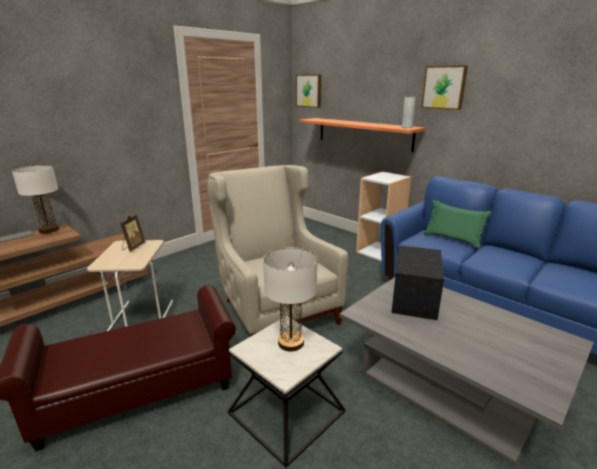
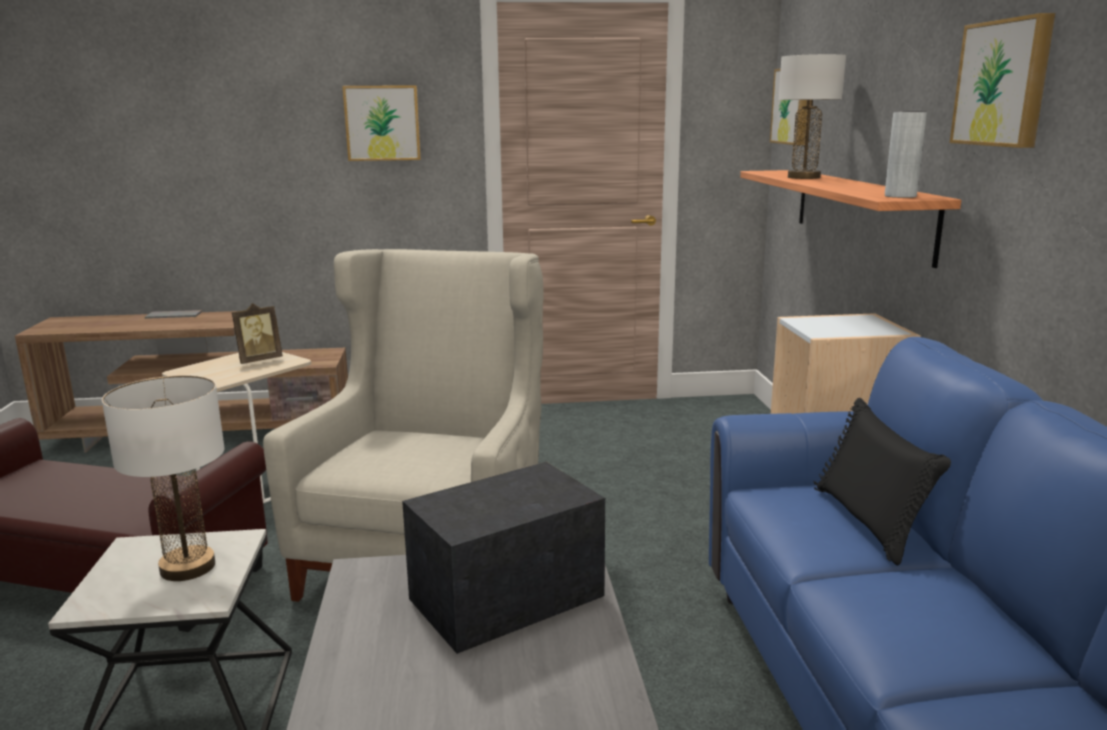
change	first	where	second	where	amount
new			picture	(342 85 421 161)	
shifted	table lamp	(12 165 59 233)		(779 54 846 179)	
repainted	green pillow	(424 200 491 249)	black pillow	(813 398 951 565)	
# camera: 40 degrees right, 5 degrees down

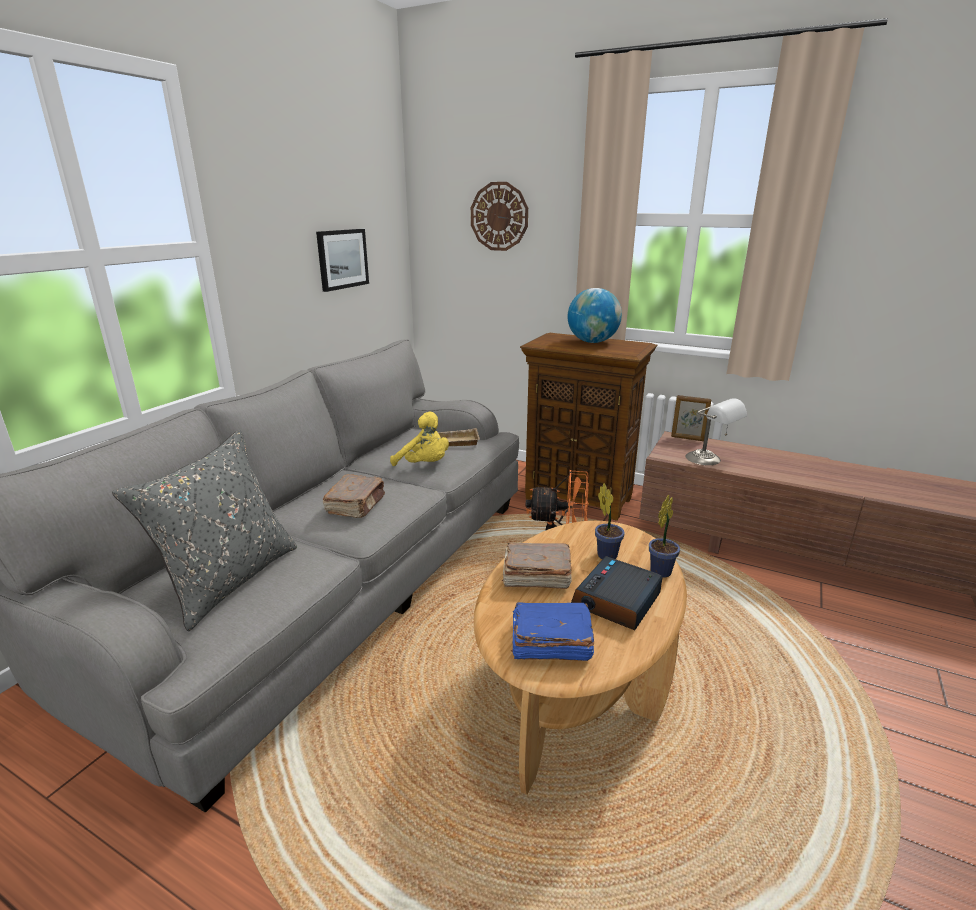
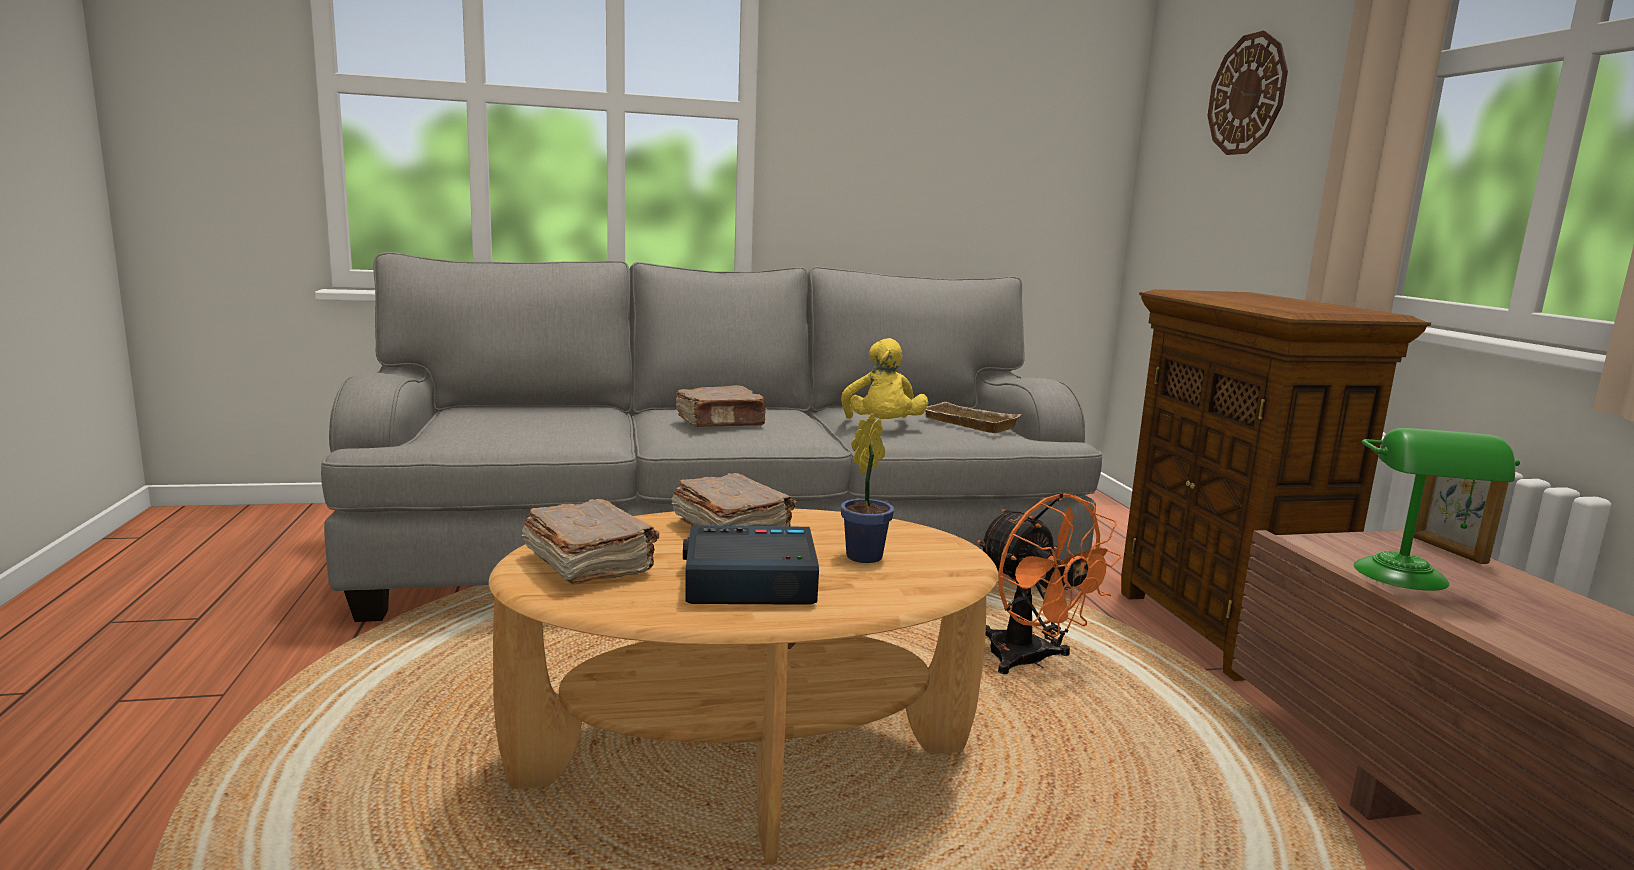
change	first	where	second	where	amount
repainted	blue book	(511 602 594 661)	brown book	(522 499 659 584)	
repainted	white table lamp	(685 398 747 465)	green table lamp	(1354 428 1520 591)	
gone	grey pillow	(112 430 297 631)			
gone	picture	(316 229 369 292)			
gone	globe	(568 288 622 343)			
gone	potted plant	(649 495 680 578)			
# camera: 50 degrees right, 10 degrees down

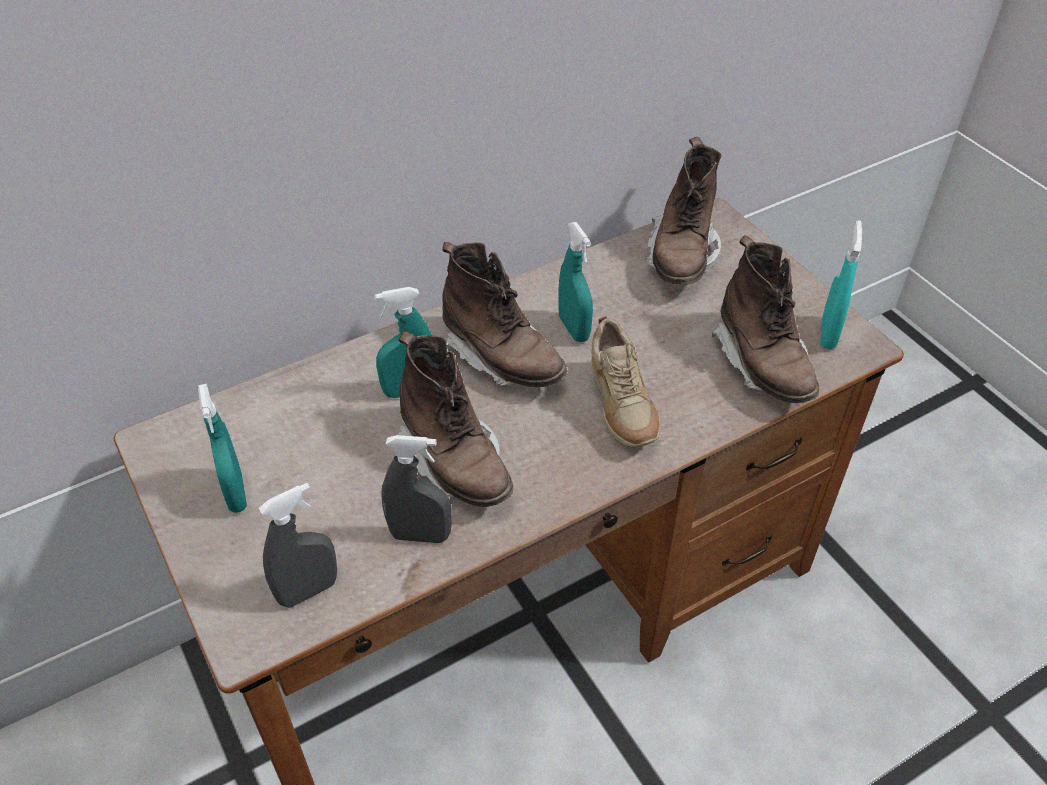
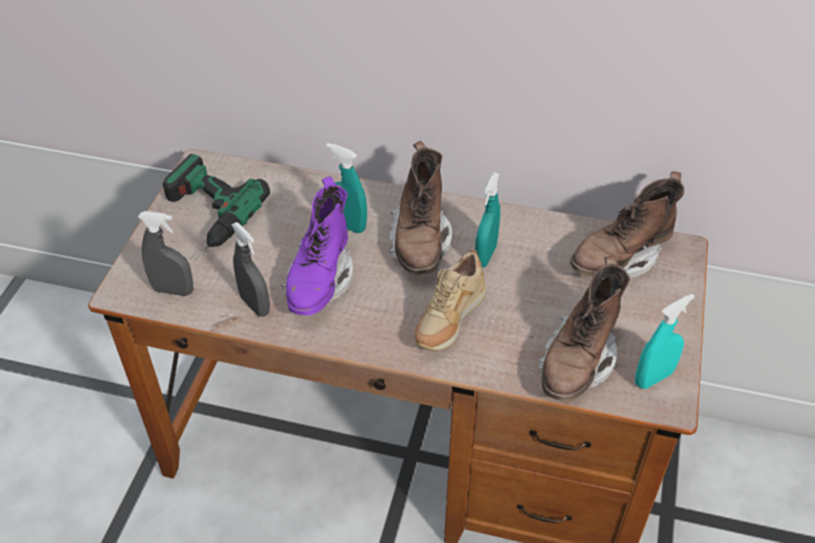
change	first	where	second	where	amount
swapped	turquoise spray bottle	(198 383 247 513)	power drill	(163 154 270 260)	
repainted	brown boot	(398 331 513 507)	purple boot	(282 176 353 316)	
# camera: 45 degrees right, 0 degrees up

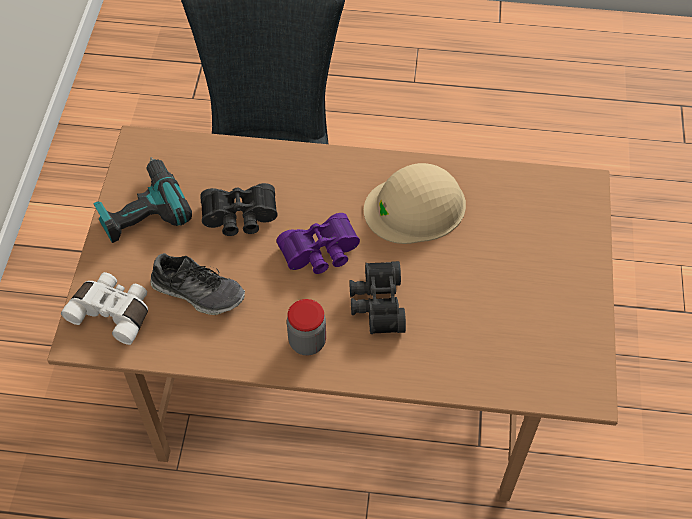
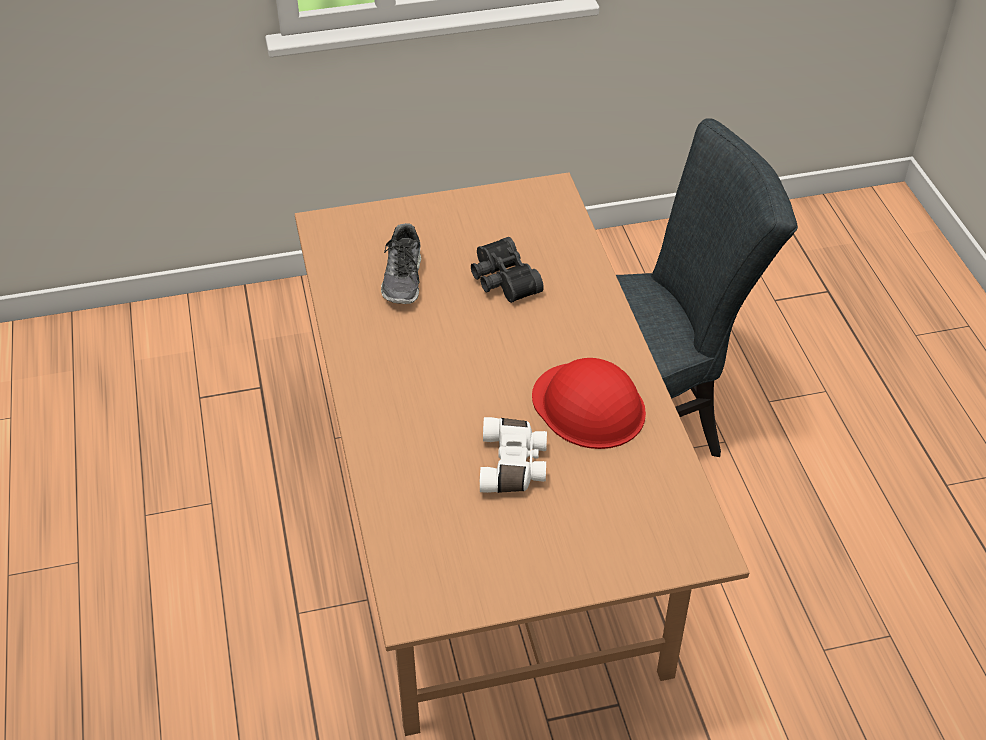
change	first	where	second	where	amount
shifted	white binoculars	(61 272 148 345)		(480 417 547 493)	
repainted	beige hard hat	(364 163 466 244)	red hard hat	(532 358 646 449)	
gone	power drill	(93 157 192 243)			
gone	purple binoculars	(276 213 360 274)			
gone	jar	(287 299 326 356)			
gone	black binoculars	(349 261 406 334)			
# camera: 70 degrees right, 10 degrees down

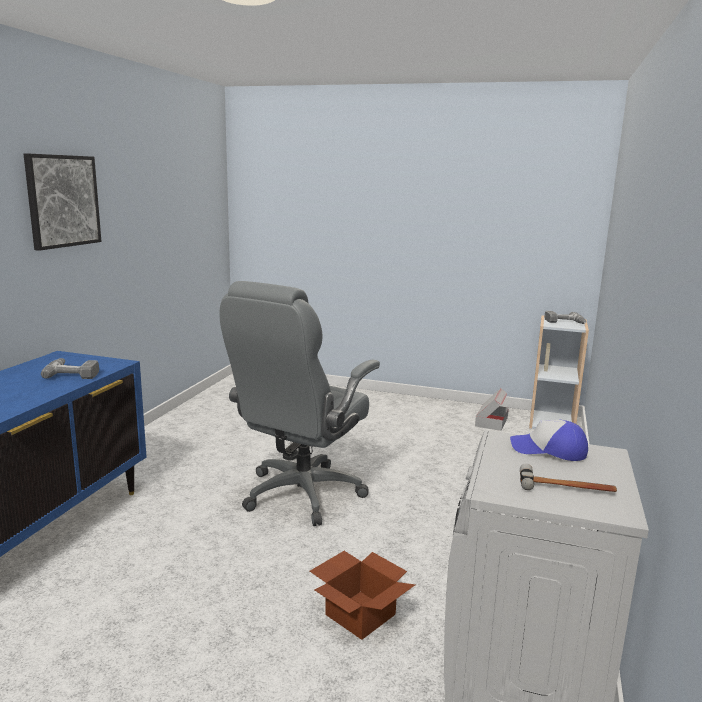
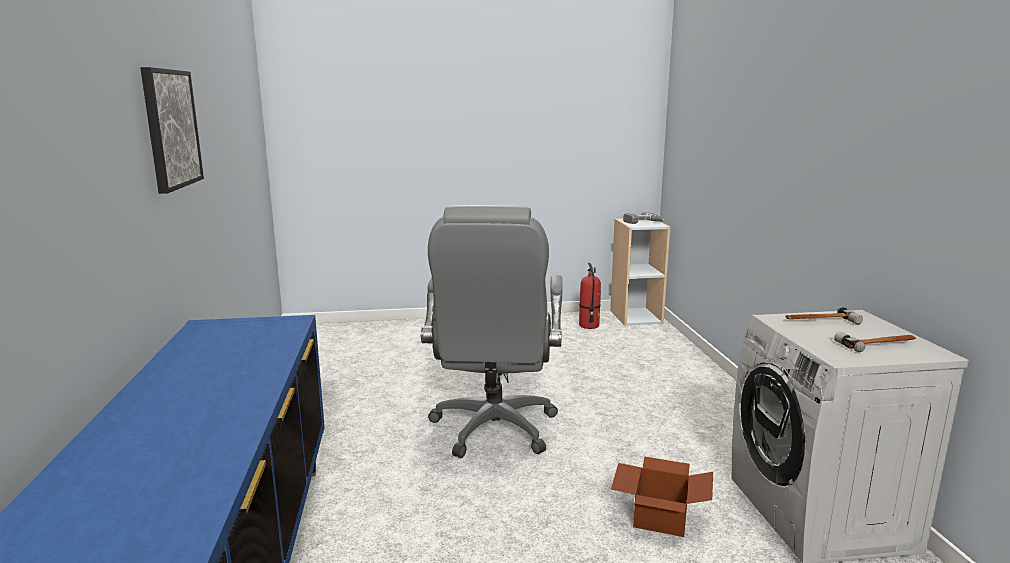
change	first	where	second	where	amount
swapped	cardboard box	(475 388 509 431)	fire extinguisher	(579 263 601 329)	
swapped	cap	(510 420 588 461)	hammer	(785 307 863 325)	
gone	power drill	(41 358 99 379)			
# camera: 25 degrees left, 0 degrees up

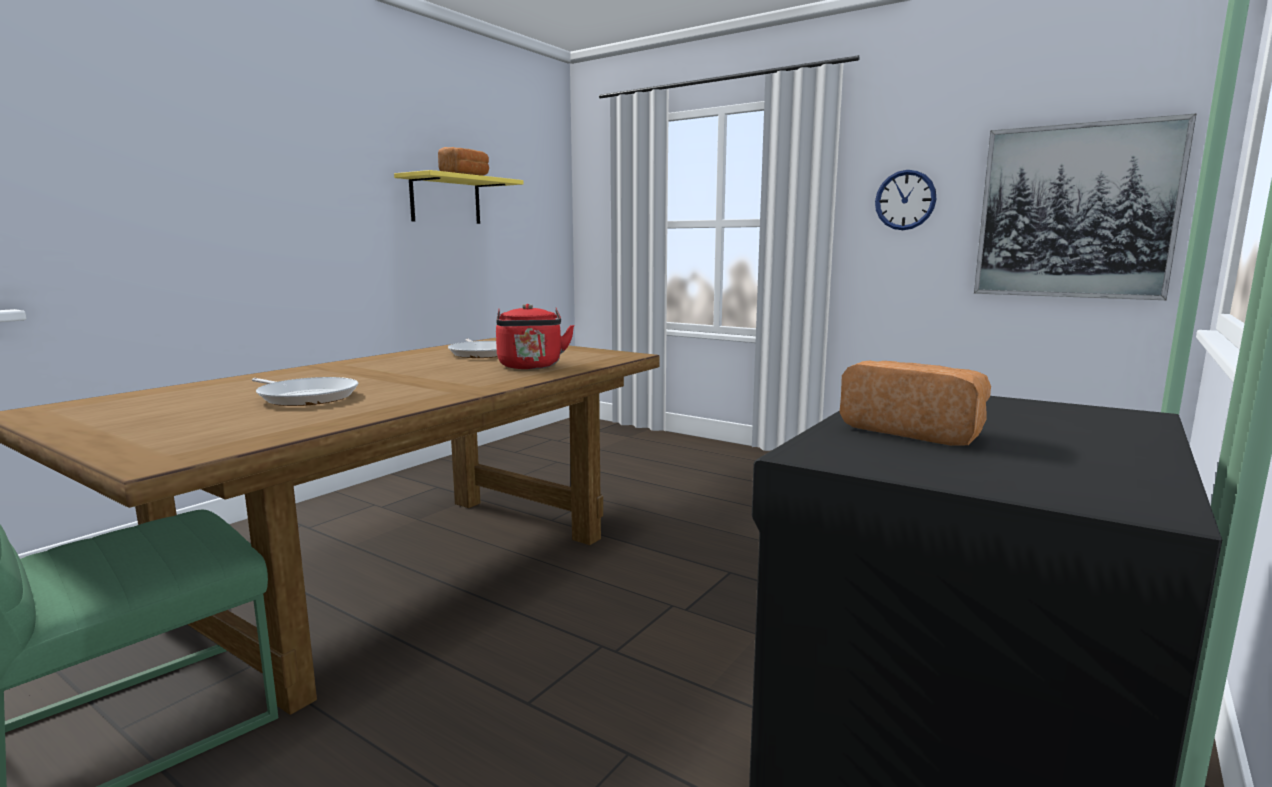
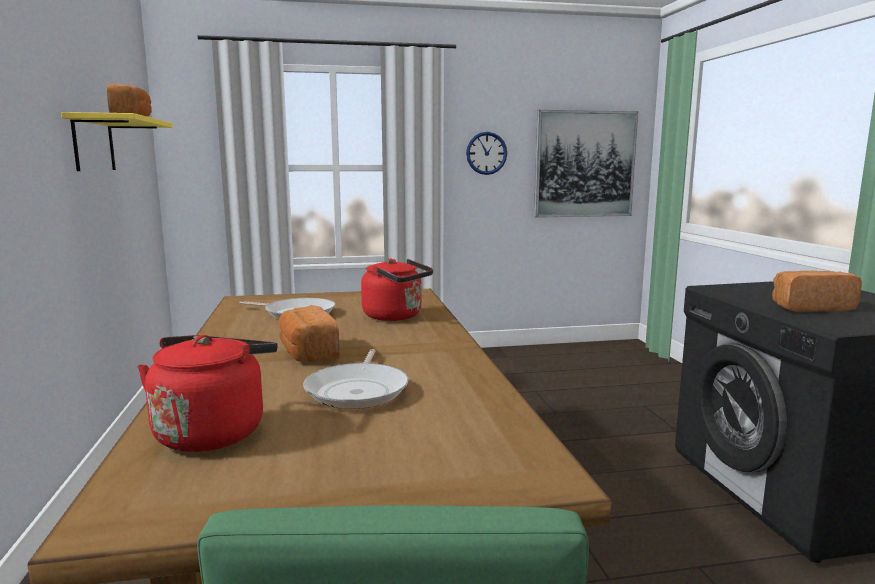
change	first	where	second	where	amount
new			red kettle	(137 335 278 452)	
new			bread	(279 305 339 363)	
rotated	frying pan	(252 377 358 406)		(303 349 408 409)	105 degrees clockwise
# camera: 45 degrees left, 0 degrees up

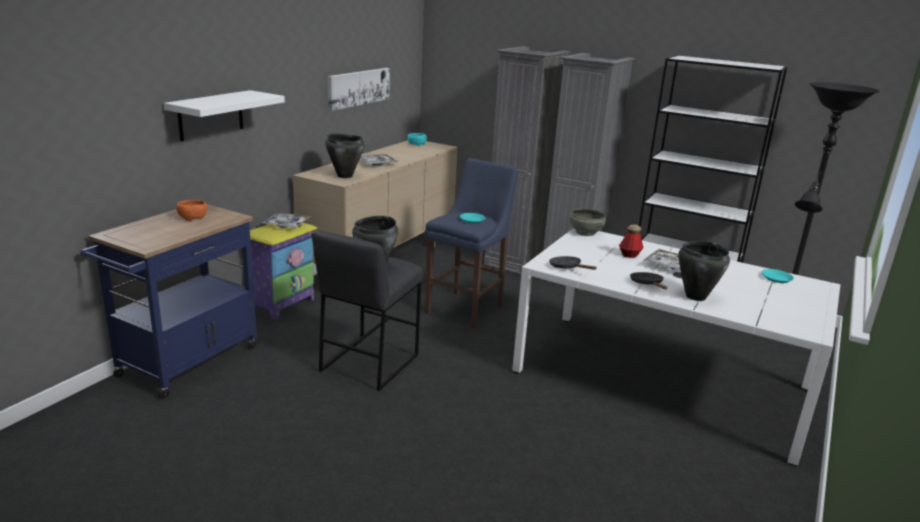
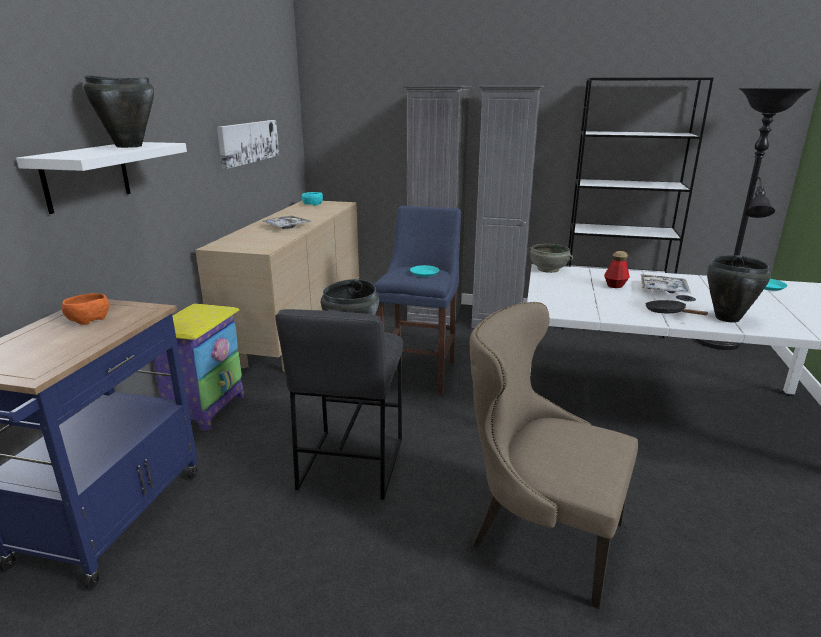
change	first	where	second	where	amount
shifted	black cooking pot	(325 134 365 178)		(82 75 154 148)	
new			beige chair	(470 302 638 609)	
gone	tray	(262 213 309 228)			
gone	black frying pan	(549 256 596 270)			
# camera: 15 degrees left, 0 degrees up

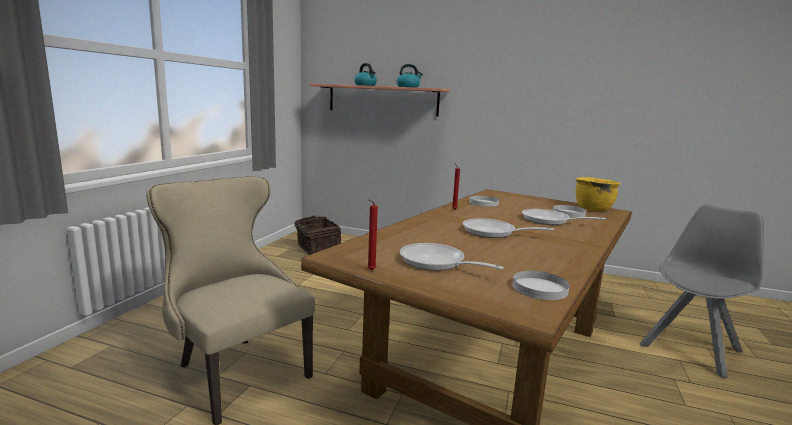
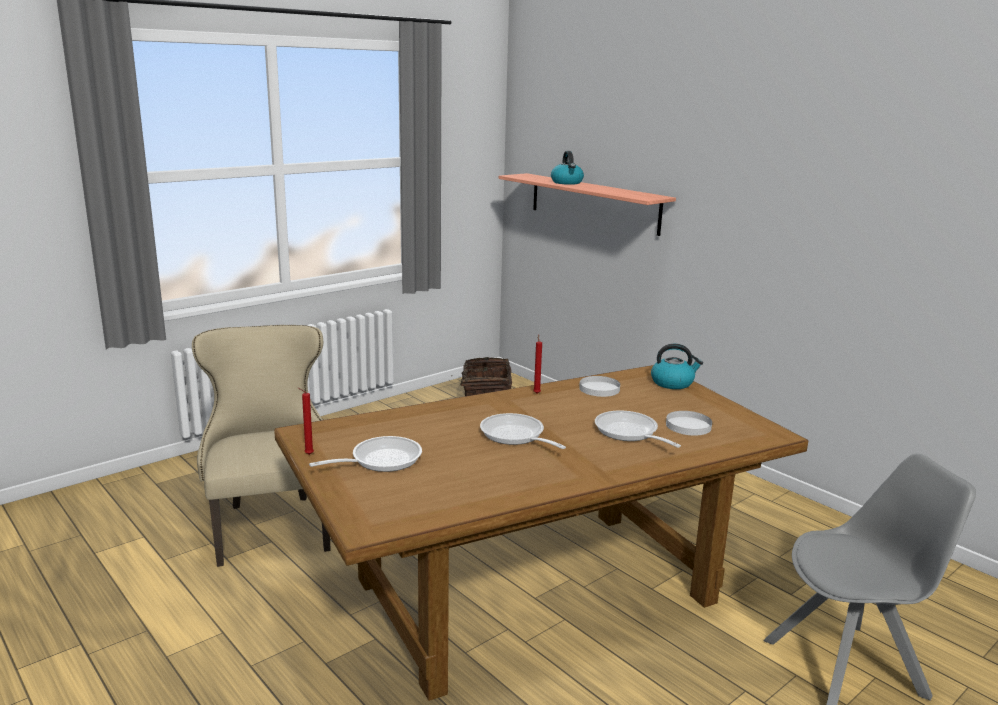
change	first	where	second	where	amount
rotated	frying pan	(400 243 504 271)		(309 436 422 472)	75 degrees clockwise
shifted	kettle	(397 64 423 88)		(651 344 703 389)	
gone	white plate	(513 271 570 300)			
gone	yellow cooking pot	(575 177 620 212)			
# camera: 30 degrees right, 5 degrees up

